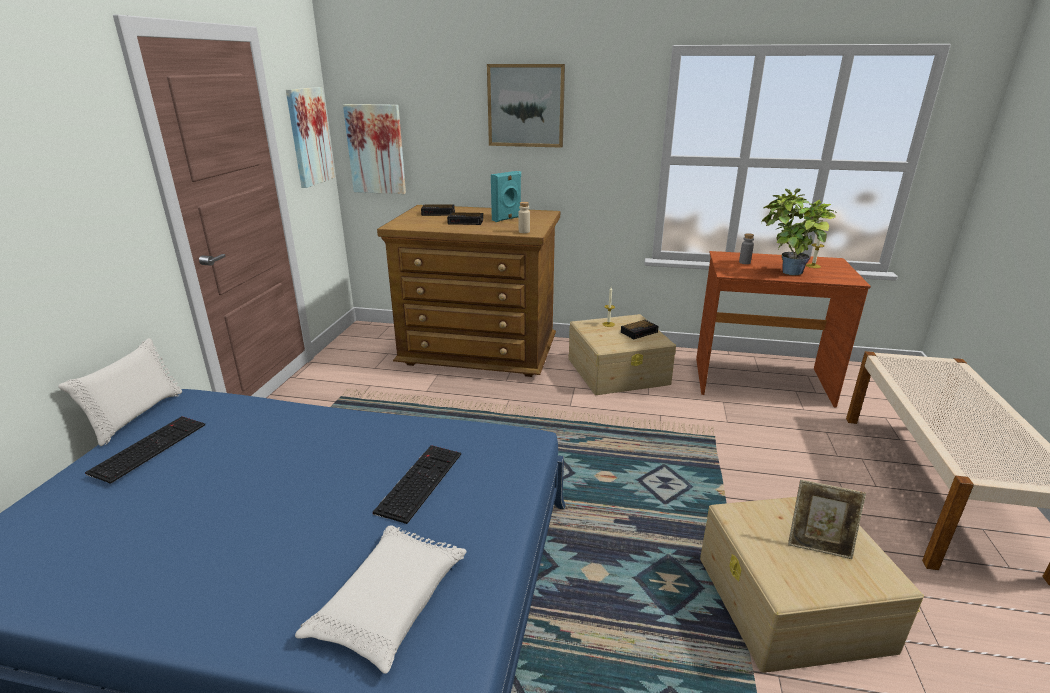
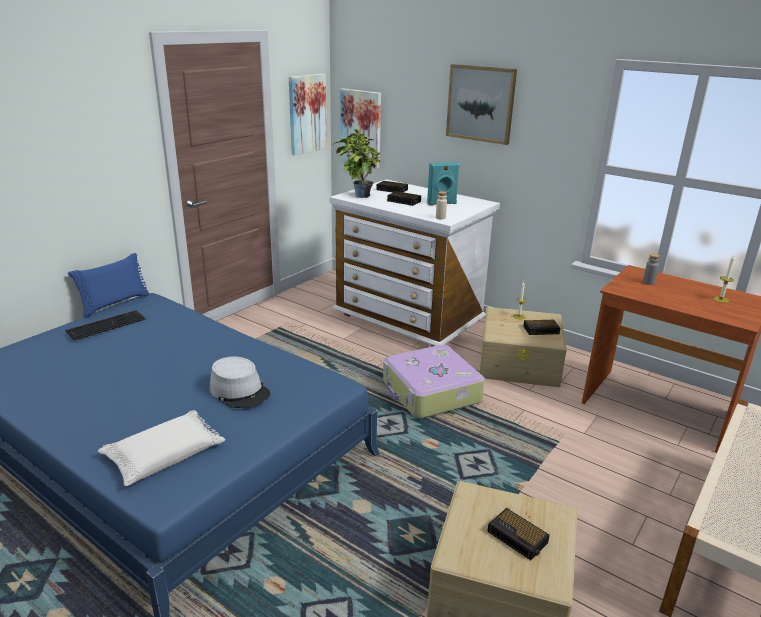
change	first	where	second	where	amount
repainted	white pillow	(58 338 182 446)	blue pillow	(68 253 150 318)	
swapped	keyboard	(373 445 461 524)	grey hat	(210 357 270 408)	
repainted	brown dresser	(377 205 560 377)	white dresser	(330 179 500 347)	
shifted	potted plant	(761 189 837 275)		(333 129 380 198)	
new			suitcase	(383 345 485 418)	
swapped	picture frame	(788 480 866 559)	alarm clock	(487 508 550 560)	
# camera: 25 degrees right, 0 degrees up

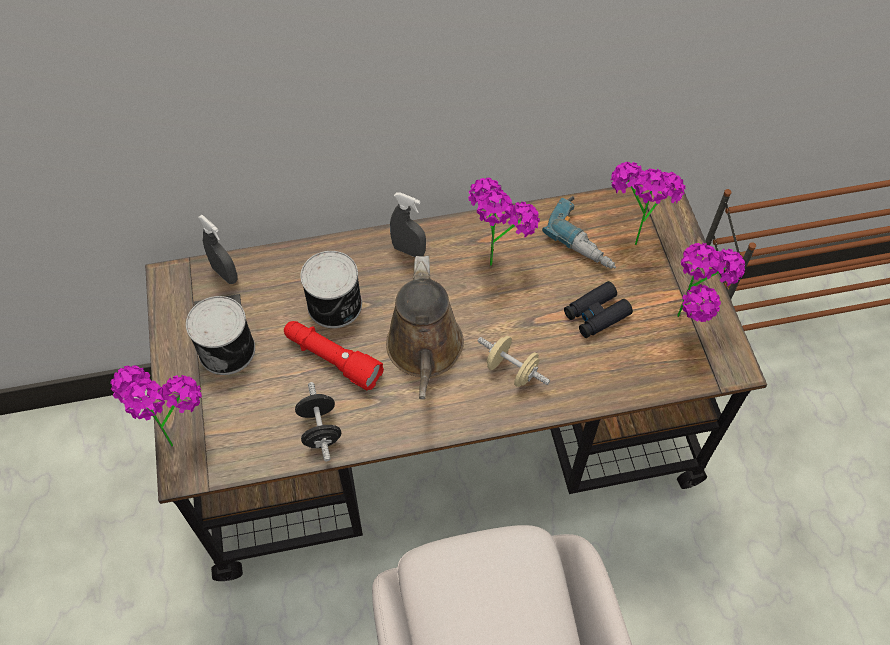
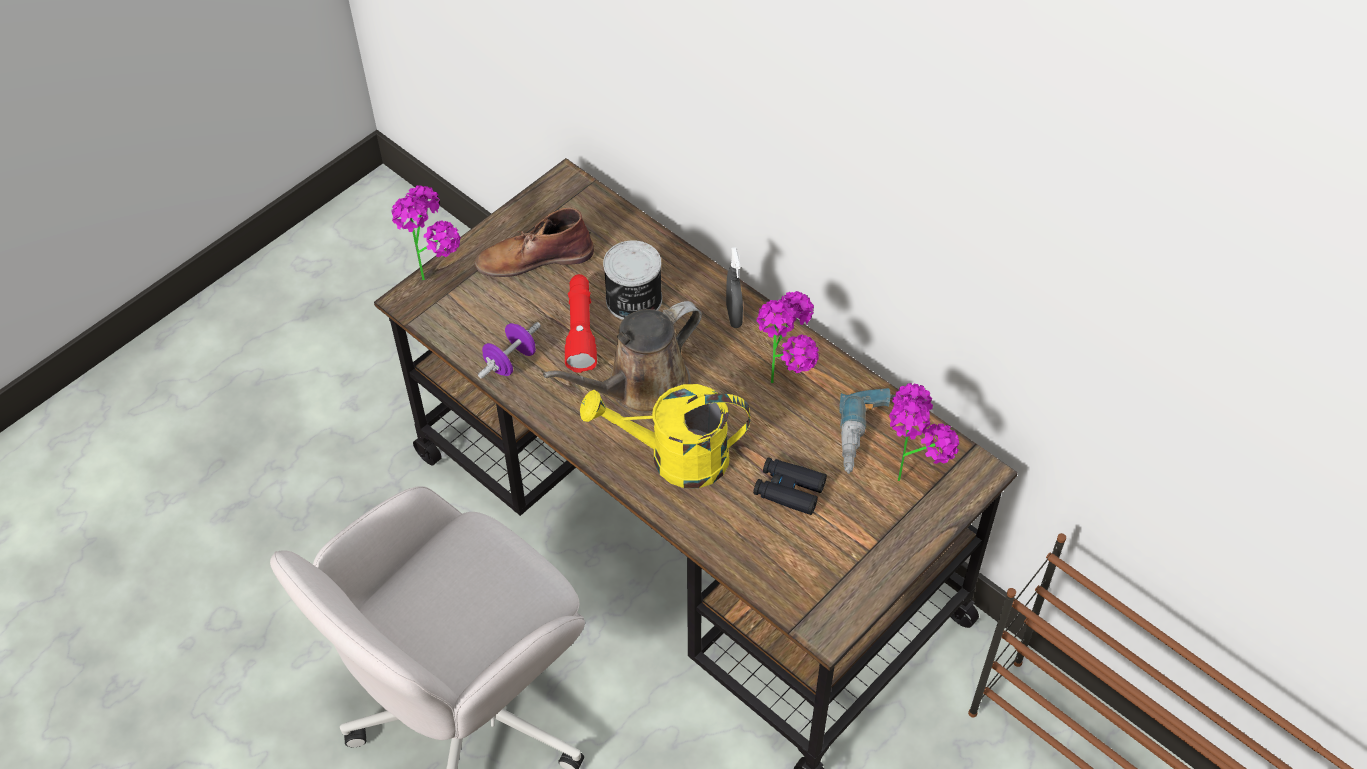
change	first	where	second	where	amount
swapped	can	(186 296 255 375)	brown boot	(475 208 594 277)	
repainted	black dumbbell	(295 382 341 462)	purple dumbbell	(478 322 541 379)	
swapped	beige dumbbell	(478 336 550 387)	yellow watering can	(580 384 750 488)	
gone	grey spray bottle	(198 215 238 284)			
gone	potted plant	(677 243 745 322)			
# camera: 55 degrees right, 5 degrees down

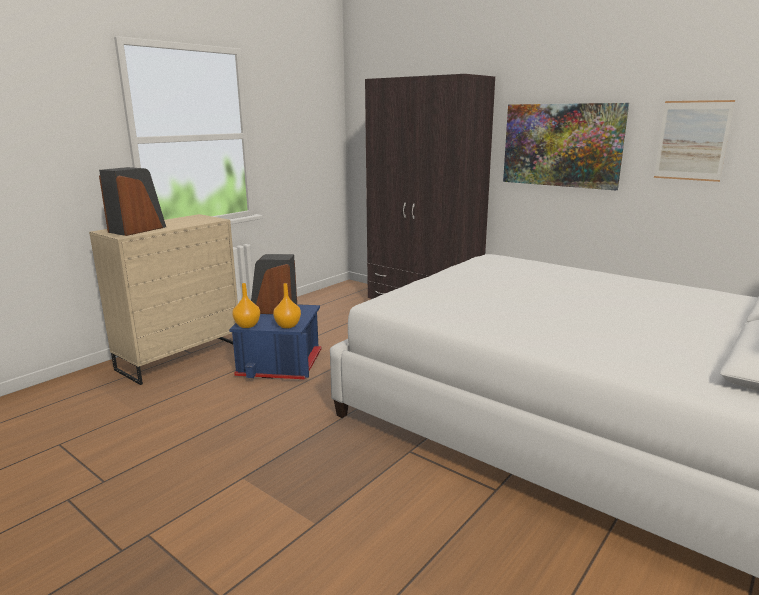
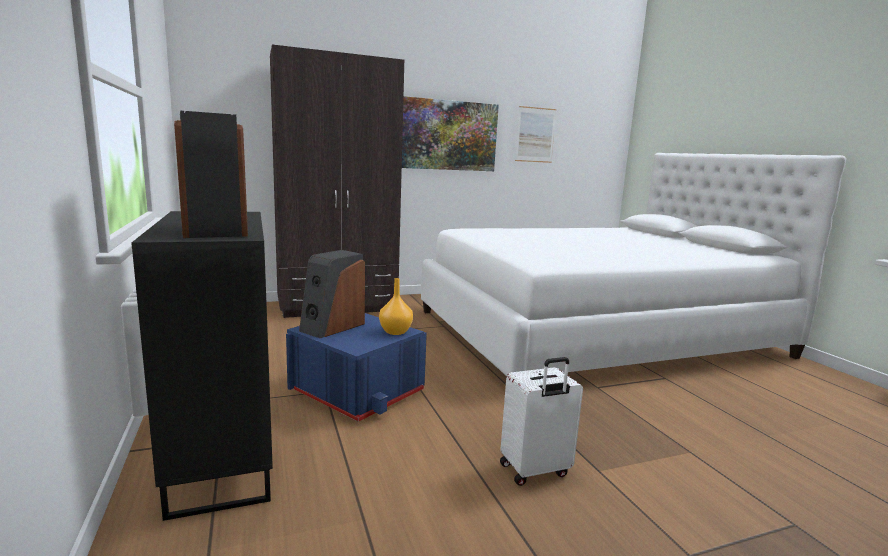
change	first	where	second	where	amount
repainted	beige dresser	(89 214 238 385)	black dresser	(131 211 273 521)	
new			white suitcase	(500 357 583 486)	
gone	orange vase	(232 283 260 328)			
# camera: 60 degrees left, 5 degrees down

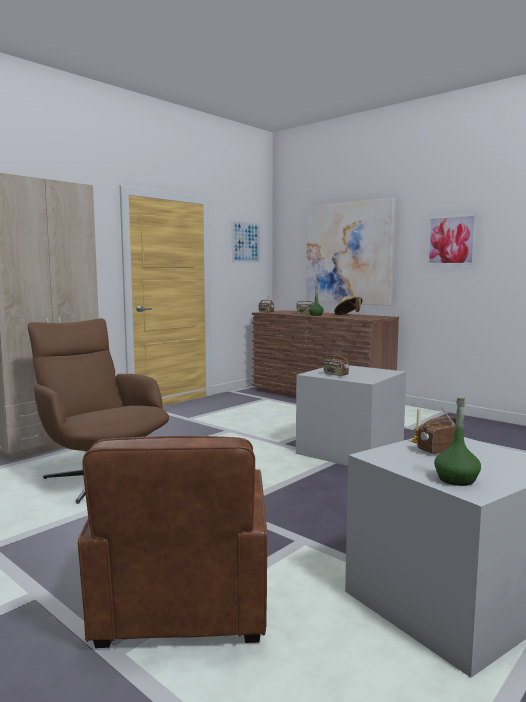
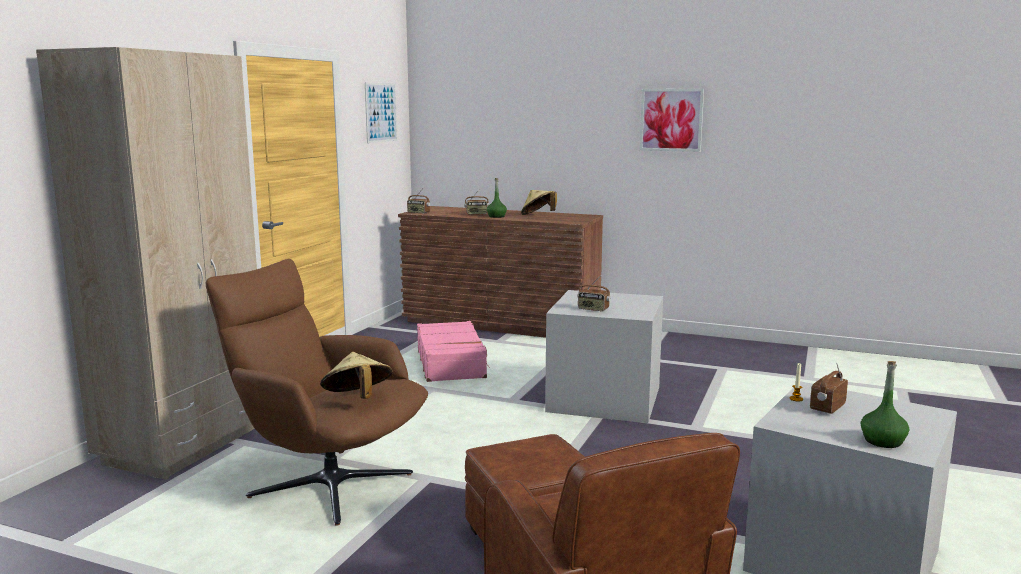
change	first	where	second	where	amount
new			beige hat	(320 352 393 399)	
new			pink suitcase	(417 321 490 382)	
gone	picture	(306 198 396 305)			
# camera: 20 degrees left, 5 degrees up

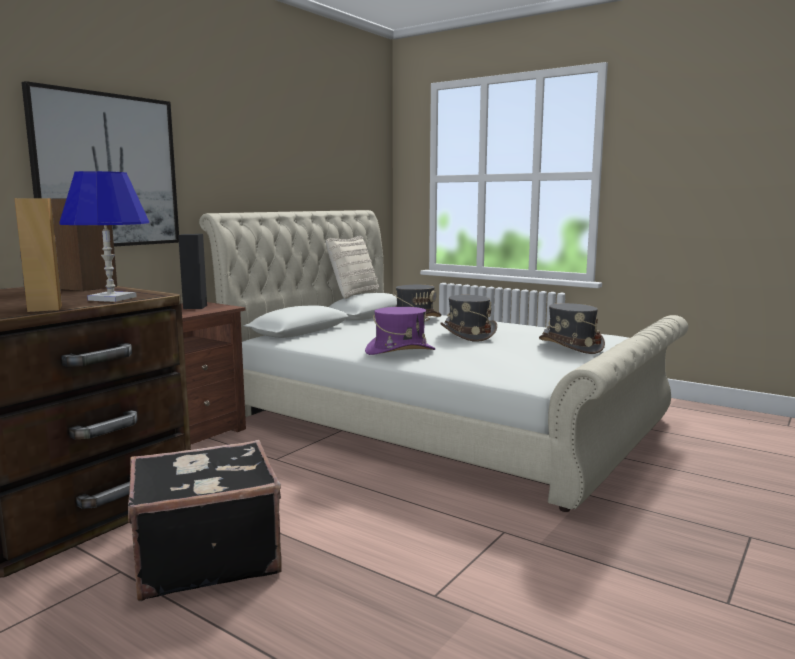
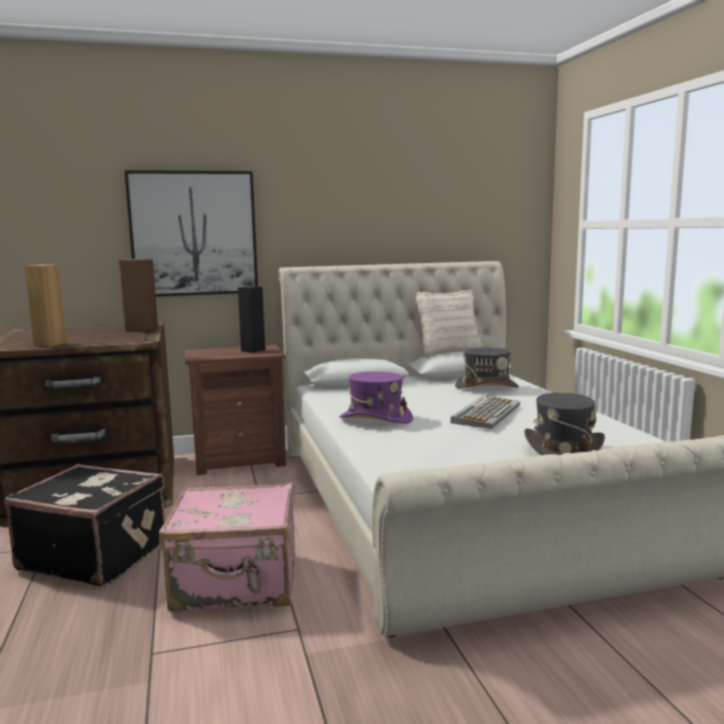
change	first	where	second	where	amount
new			pink suitcase	(159 483 295 612)	
swapped	grey hat	(441 295 497 342)	keyboard	(450 395 520 429)	
gone	blue table lamp	(59 171 149 302)			
# camera: 40 degrees right, 0 degrees up

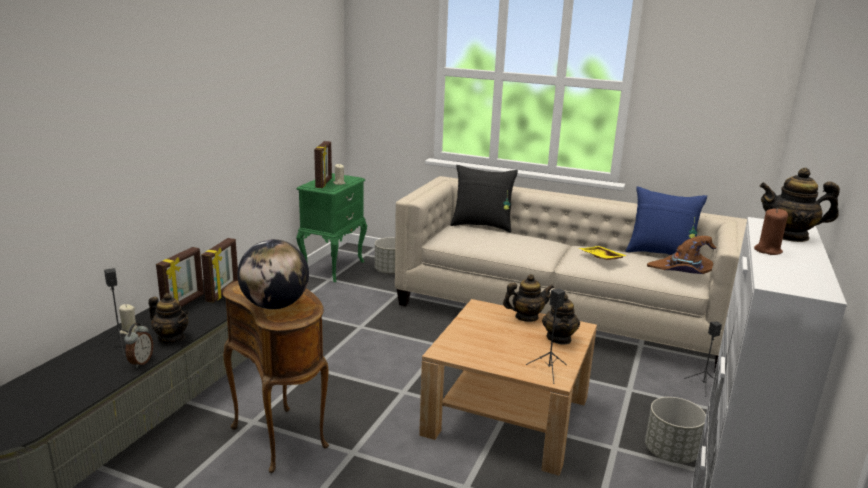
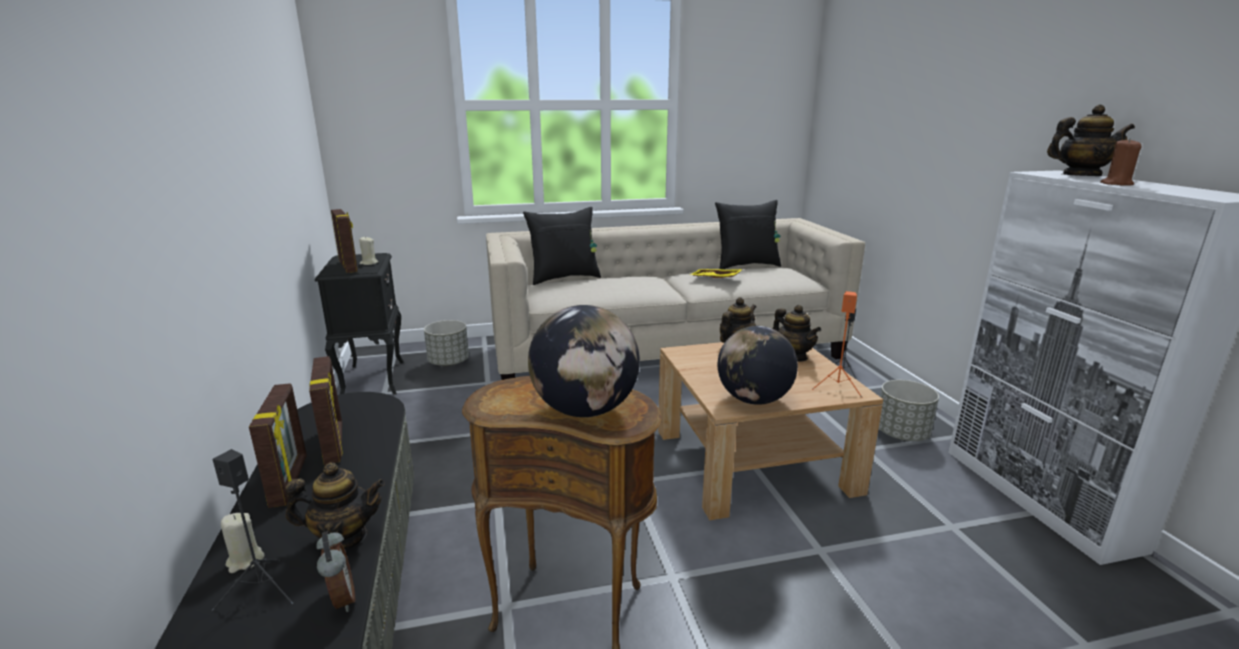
change	first	where	second	where	amount
repainted	green nightstand	(296 173 367 282)	black nightstand	(315 253 404 394)	
repainted	blue pillow	(626 186 707 255)	black pillow	(715 200 781 270)	
new			globe	(718 326 798 405)	
repainted	black speaker	(526 289 567 384)	orange speaker	(812 291 862 398)	
rotated	teapot	(759 168 840 242)		(1047 105 1135 176)	150 degrees counterclockwise
gone	brown hat	(647 236 716 274)			
# camera: 35 degrees left, 0 degrees up

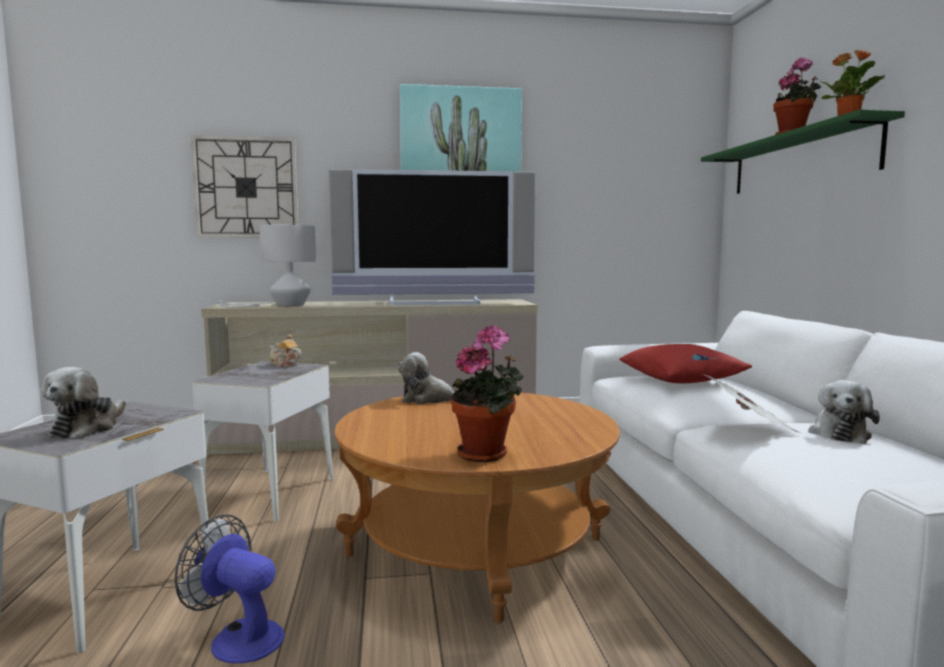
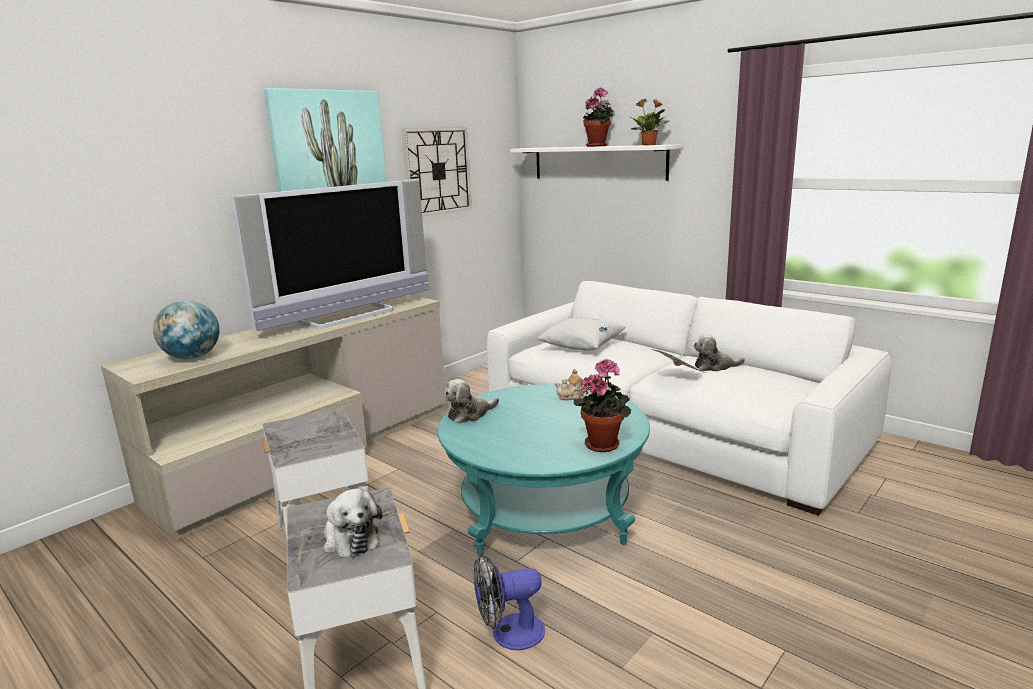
change	first	where	second	where	amount
swapped	grey table lamp	(218 225 316 307)	globe	(153 300 220 359)	
shifted	wall clock	(191 135 298 237)		(402 127 472 216)	
repainted	brown coffee table	(334 392 620 623)	turquoise coffee table	(438 384 650 555)	
repainted	green shelf	(701 109 905 194)	white shelf	(510 144 682 181)	
repainted	red pillow	(619 344 752 383)	grey pillow	(537 317 626 351)	
shifted	teapot	(269 334 301 367)		(554 369 589 400)	
rotated	plush toy	(808 380 880 444)		(694 334 745 371)	105 degrees clockwise
# camera: 40 degrees left, 10 degrees up

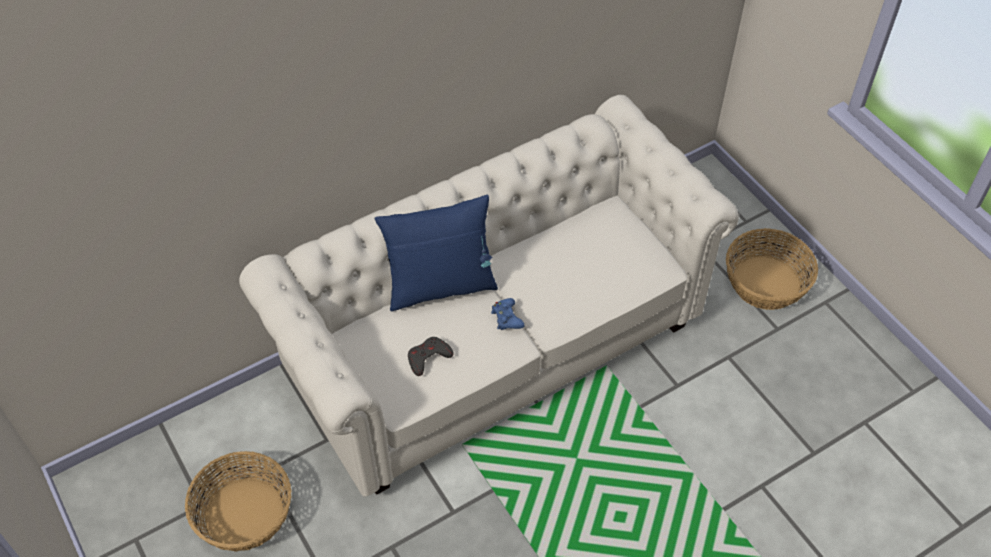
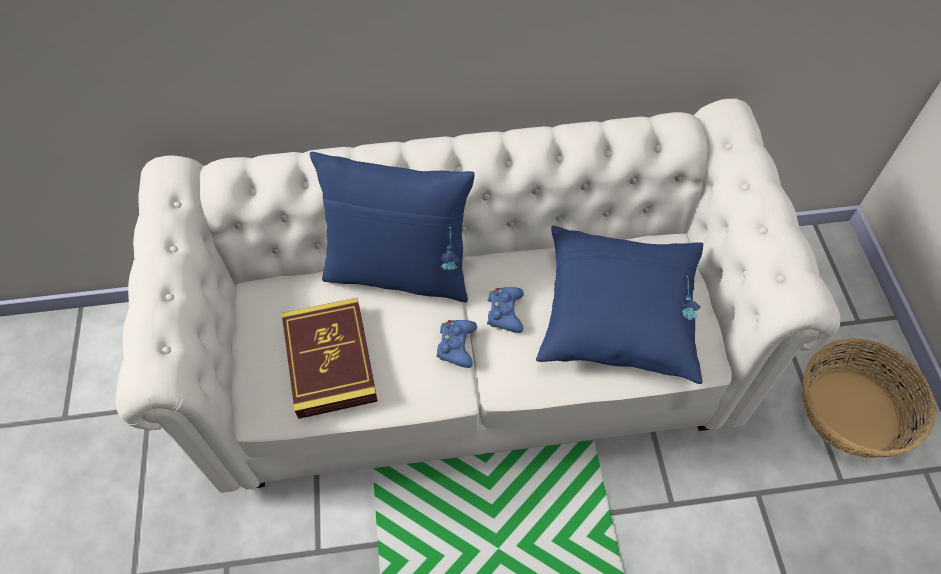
change	first	where	second	where	amount
swapped	grey game controller	(408 337 454 376)	book	(282 298 378 419)	
new			blue game controller	(487 287 524 333)	
new			blue pillow	(536 226 703 384)	
gone	basket	(185 451 292 552)			
# camera: 25 degrees right, 5 degrees up

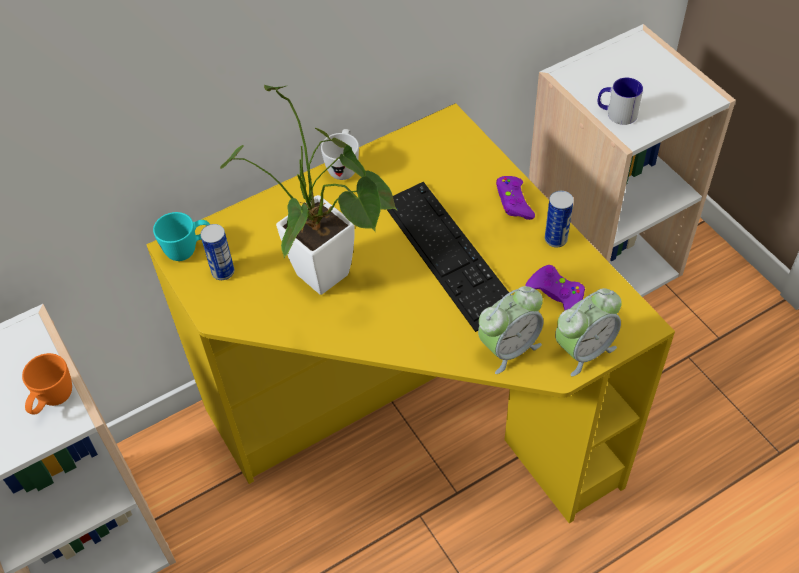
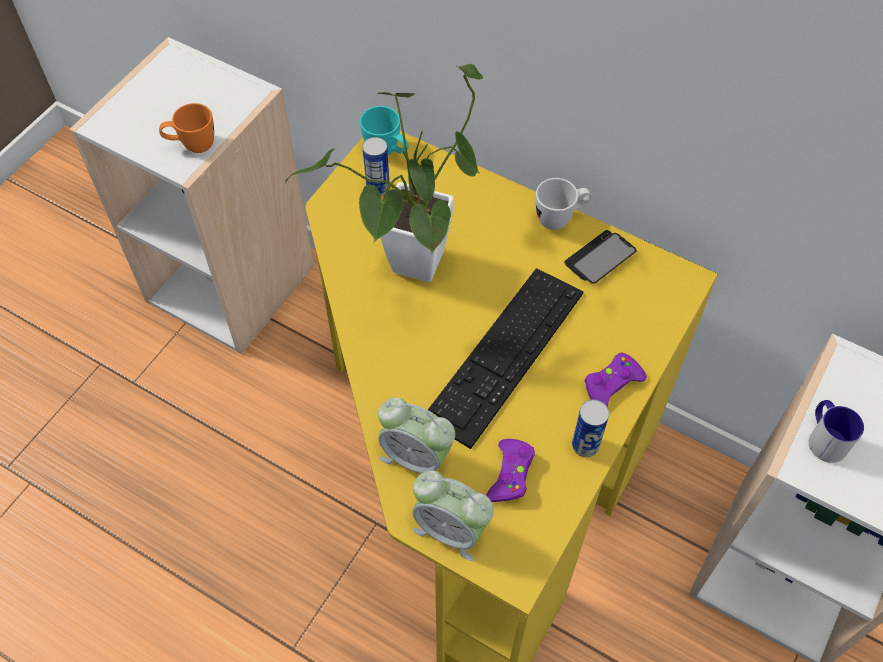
change	first	where	second	where	amount
new			phone	(564 230 637 284)	
# camera: 60 degrees right, 5 degrees up

